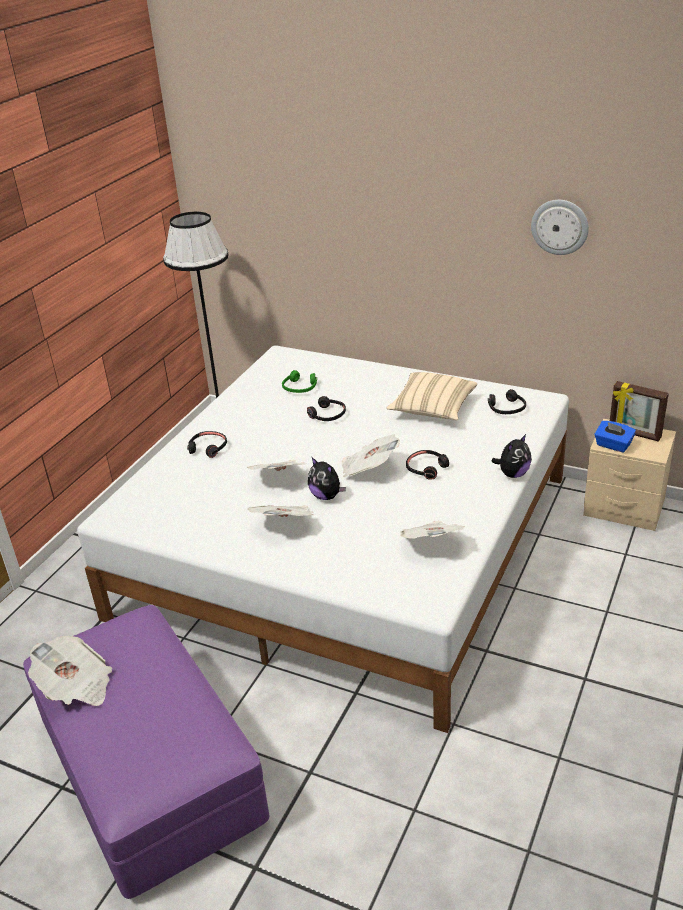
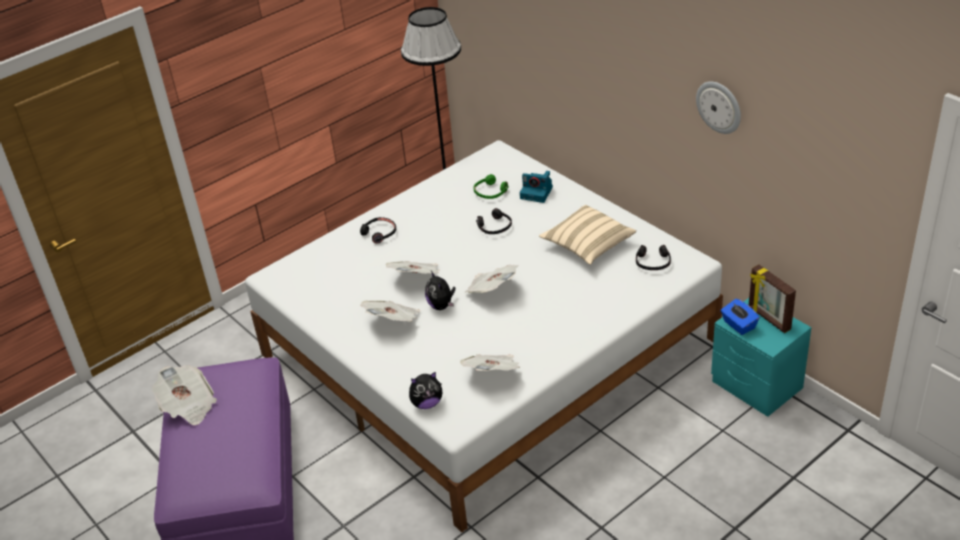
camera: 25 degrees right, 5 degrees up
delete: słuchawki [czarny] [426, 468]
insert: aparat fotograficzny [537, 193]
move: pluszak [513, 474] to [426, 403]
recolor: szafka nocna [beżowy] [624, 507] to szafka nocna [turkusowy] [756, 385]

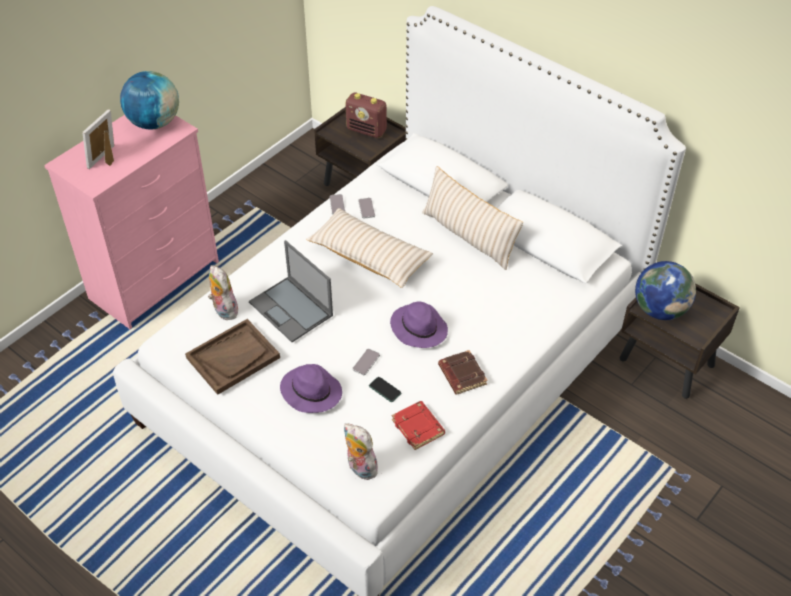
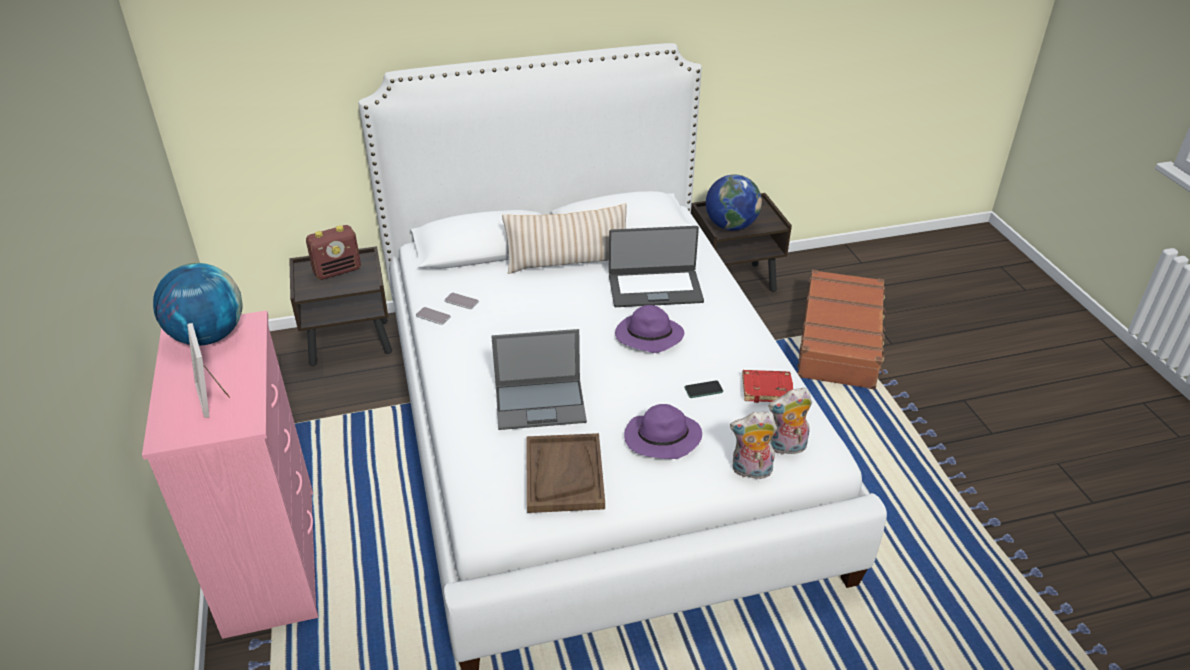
camera: 55 degrees left, 10 degrees down
delete: poduszka [beżowy] [369, 256]; telefon [366, 362]; książka [brązowy] [461, 375]
insert: laptop [655, 288]; walizka [brązowy] [840, 341]
move: pluszak [223, 310] to [750, 471]

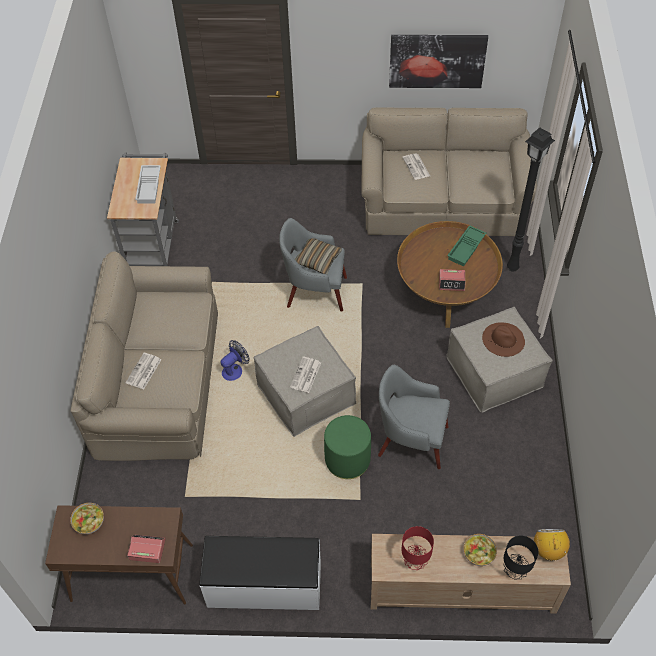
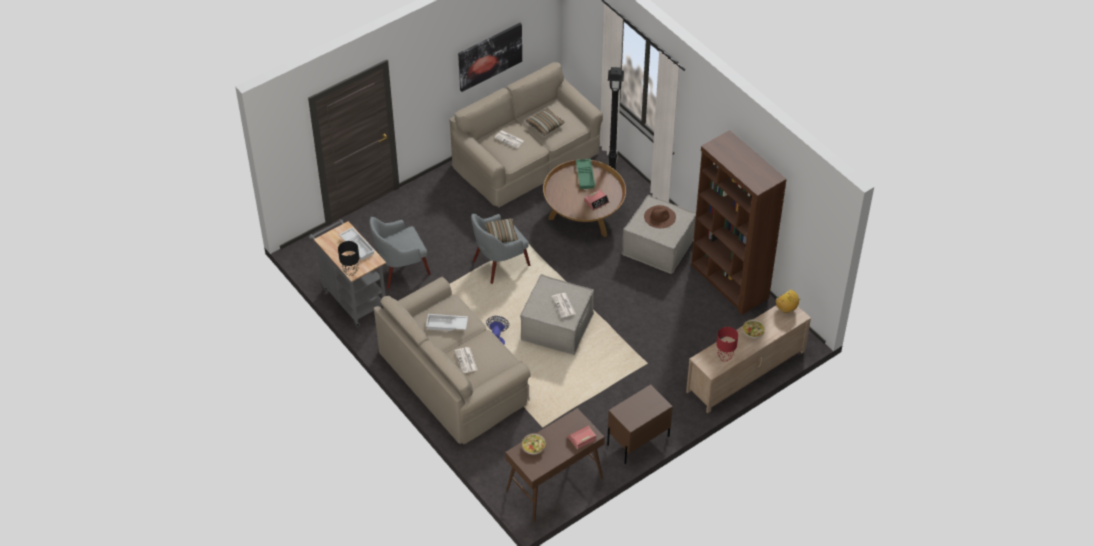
camera: 40 degrees left, 5 degrees down
delete: pufa [zielony] [347, 460]
insert: taca [biały] [446, 325]; poduszka [545, 125]; regał [brązowy] [729, 282]
move: fotel [szary] [410, 440] to [400, 269]; lampa stołowa [czarny] [514, 572] to [350, 272]
replace: ławka [biały] [264, 585] to szafka nocna [brązowy] [638, 440]

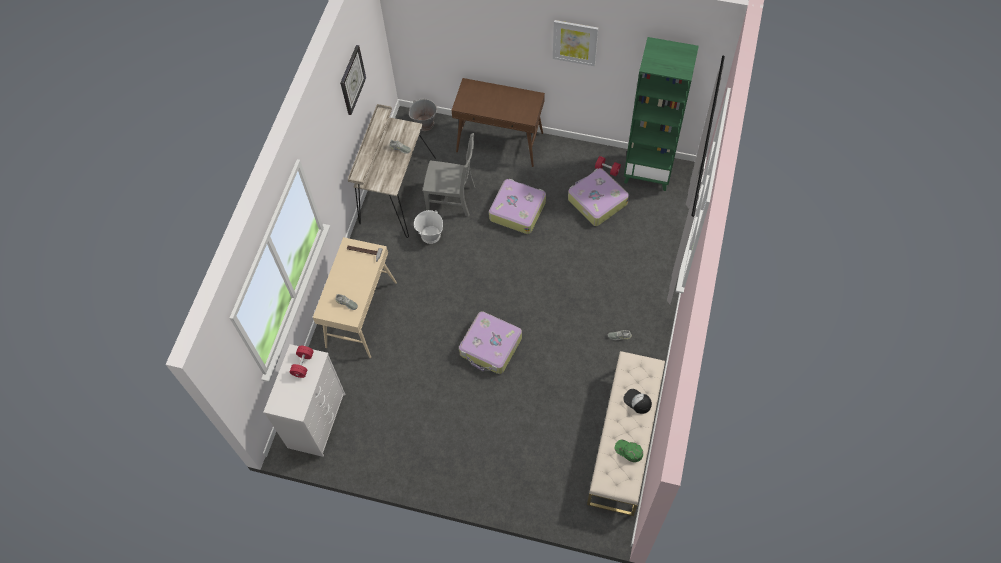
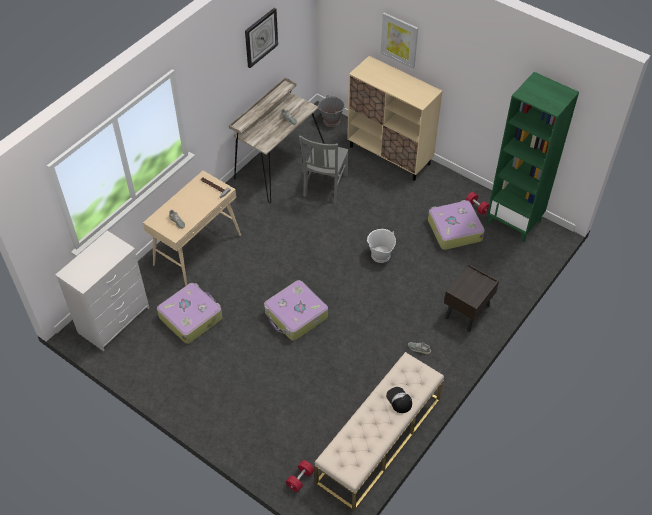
camera: 20 degrees right, 10 degrees down
delete: czapka z daszkiem [zielony] [628, 451]
insert: szafka nocna [brązowy] [467, 312]
move: hantel [czerwony] [303, 364] to [300, 479]; wiadro [biały] [430, 235] to [380, 255]; walizka [517, 210] to [191, 317]; obraz [575, 42] to [399, 40]
replace: stolik konsolowy [brązowy] [500, 142] to szafka [beżowy] [390, 155]
rotate: krzesło [szary] [453, 199] = [324, 186] 75 degrees clockwise

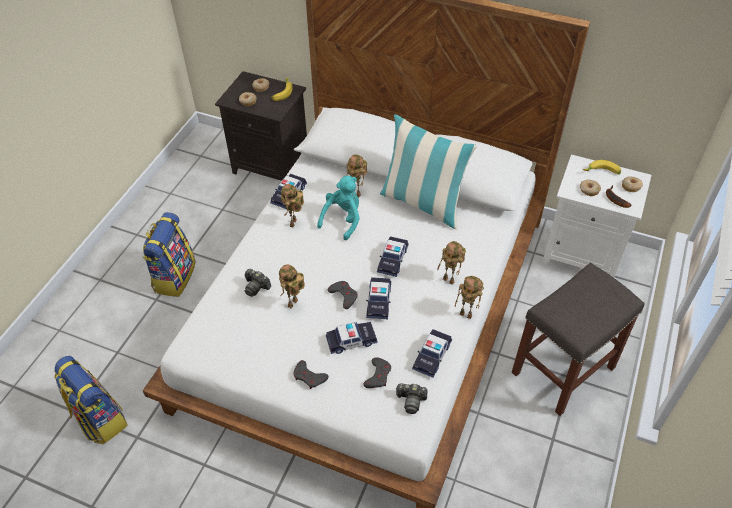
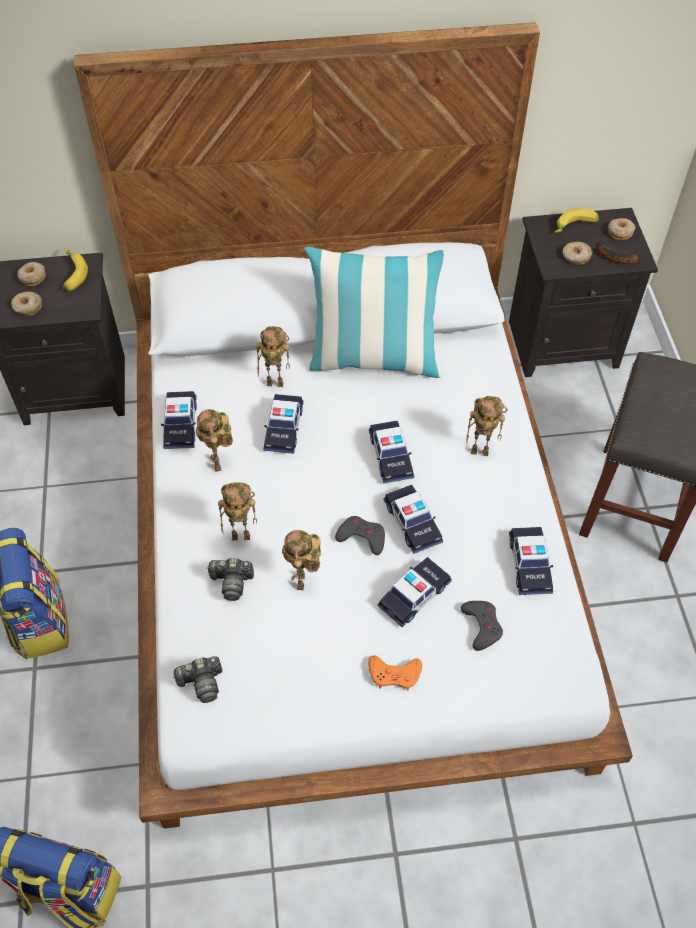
camera: 30 degrees left, 5 degrees up
move: aparat fotograficzny [411, 401] to [202, 683]; robot zabawkowy [467, 314] to [242, 535]
replace: pluszak [turkusowy] [343, 219] to samochodzik [284, 428]
recolor: pad do gier [szary] [309, 377] to pad do gier [pomarańczowy] [394, 674]; szafka nocna [biały] [583, 254] to szafka nocna [czarny] [564, 342]

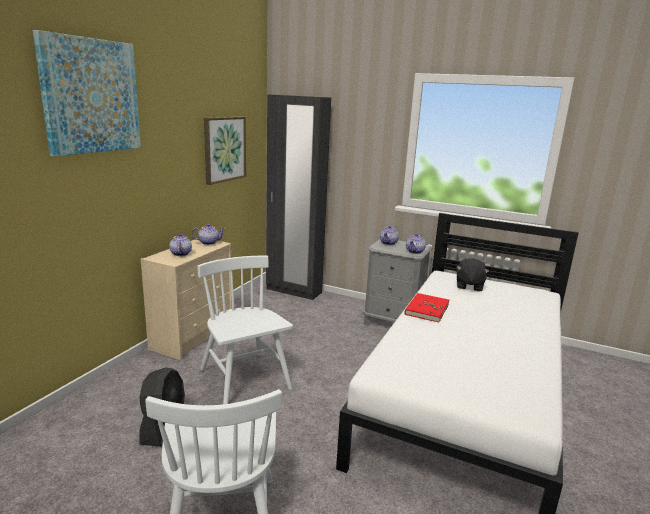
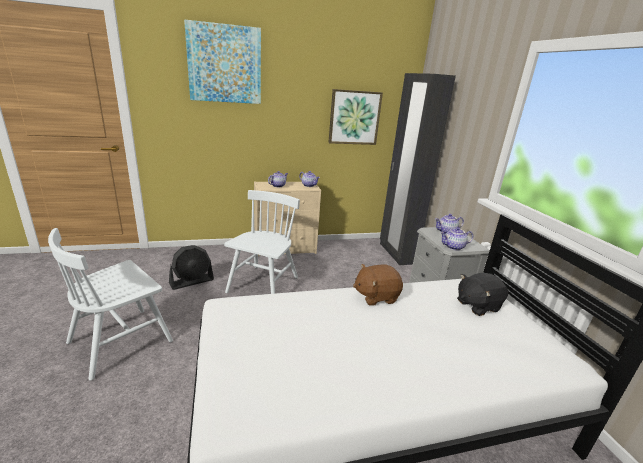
camera: 50 degrees right, 5 degrees up
replace: książka [czerwony] [426, 309] to pluszak [brązowy] [376, 296]

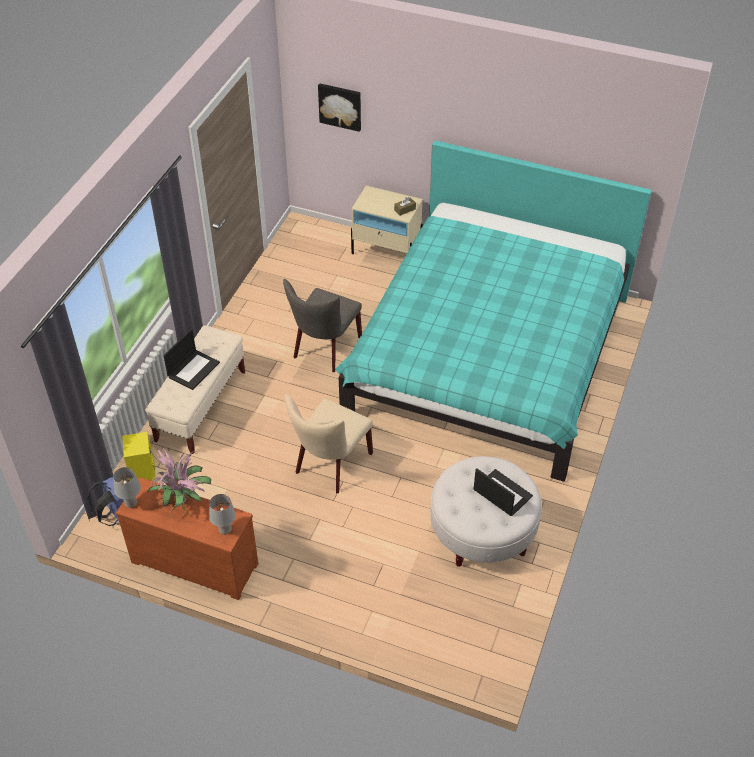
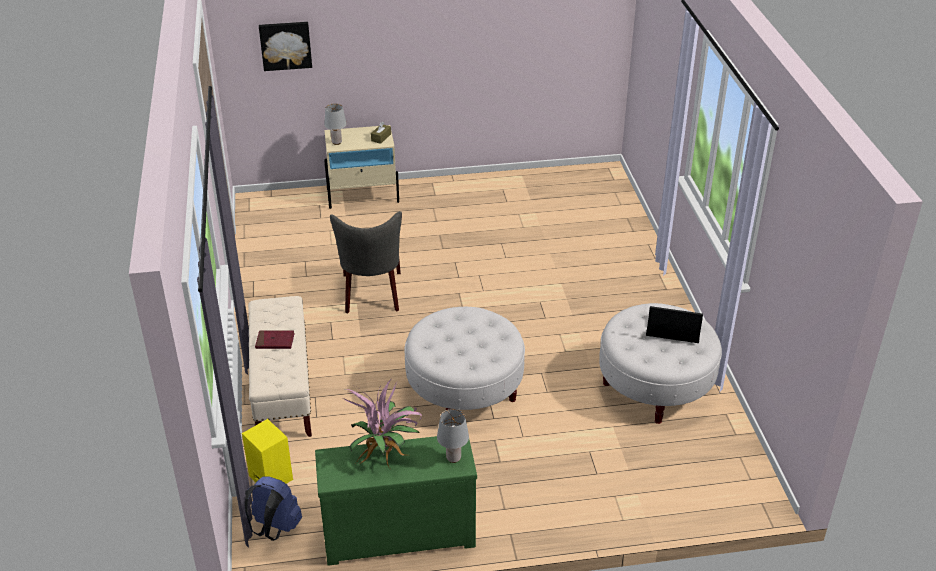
camera: 30 degrees left, 10 degrees down
delete: łóżko [turkusowy] [488, 355]
move: lampa stołowa [szary] [131, 503] to [336, 142]
replace: laptop [193, 369] to książka [czerwony] [275, 341]; krzesło [beżowy] [330, 465] to pufa [biały] [464, 390]
recolor: komoda [brązowy] [196, 560] to komoda [zielony] [398, 531]

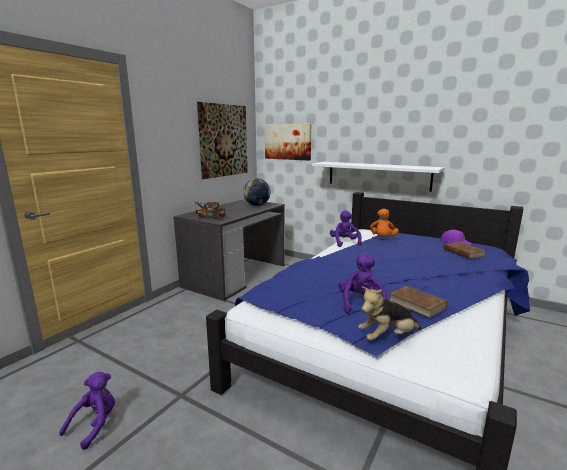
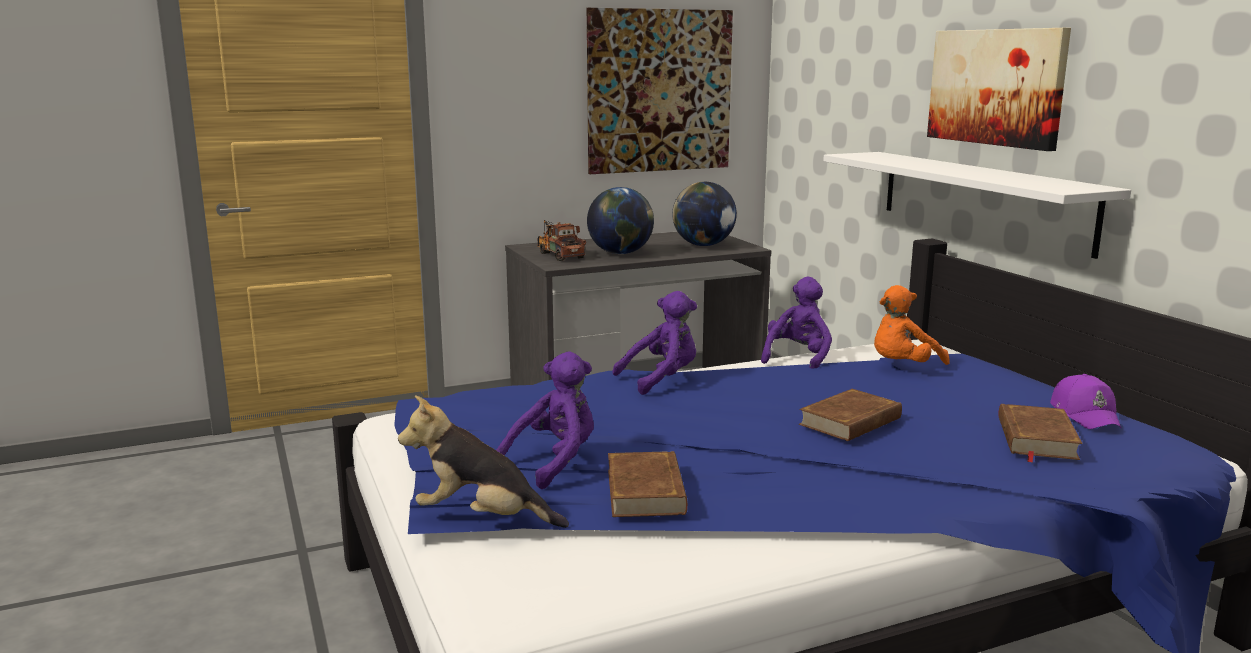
camera: 35 degrees right, 0 degrees up
insert: globus [621, 253]; książka [brązowy] [851, 421]
move: pluszak [fioletowy] [95, 424] to [662, 379]; obraz [288, 141] to [996, 87]

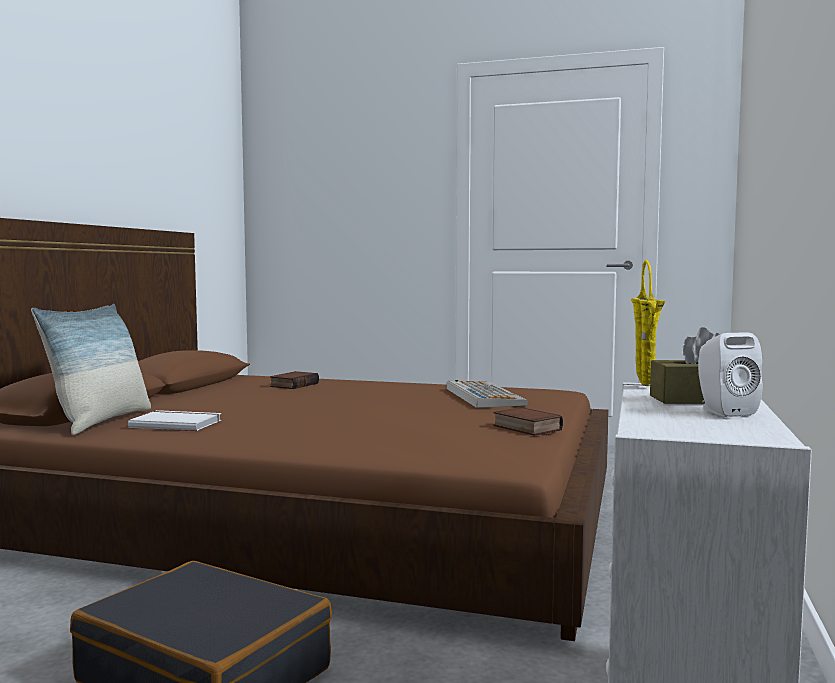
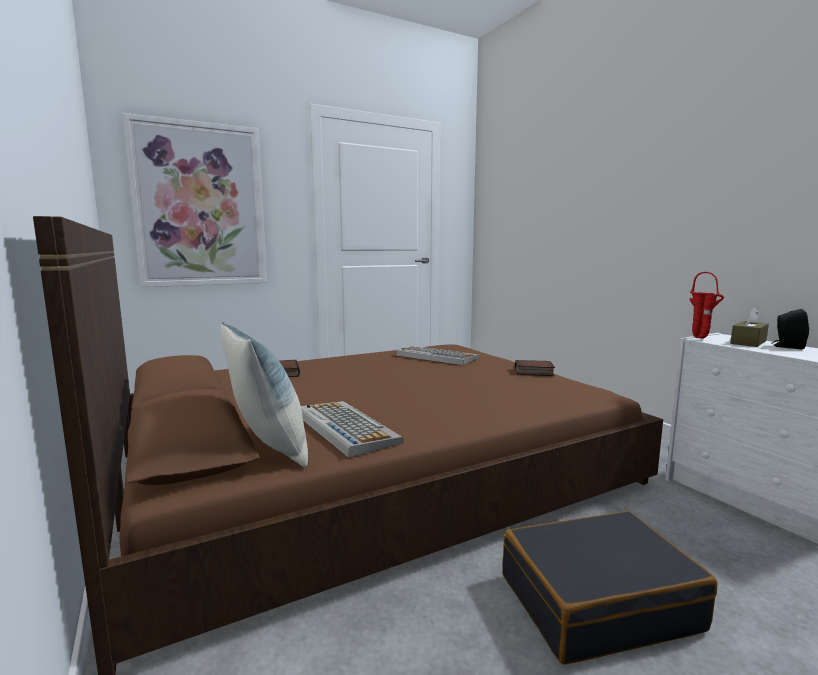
camera: 45 degrees left, 5 degrees up
insert: obraz [200, 205]
replace: książka [biały] [176, 424] to klawiatura [344, 428]
recolor: wazon [żółty] [646, 386] to wazon [czerwony] [701, 338]; głośnik [biały] [723, 412] to głośnik [czarny] [787, 347]

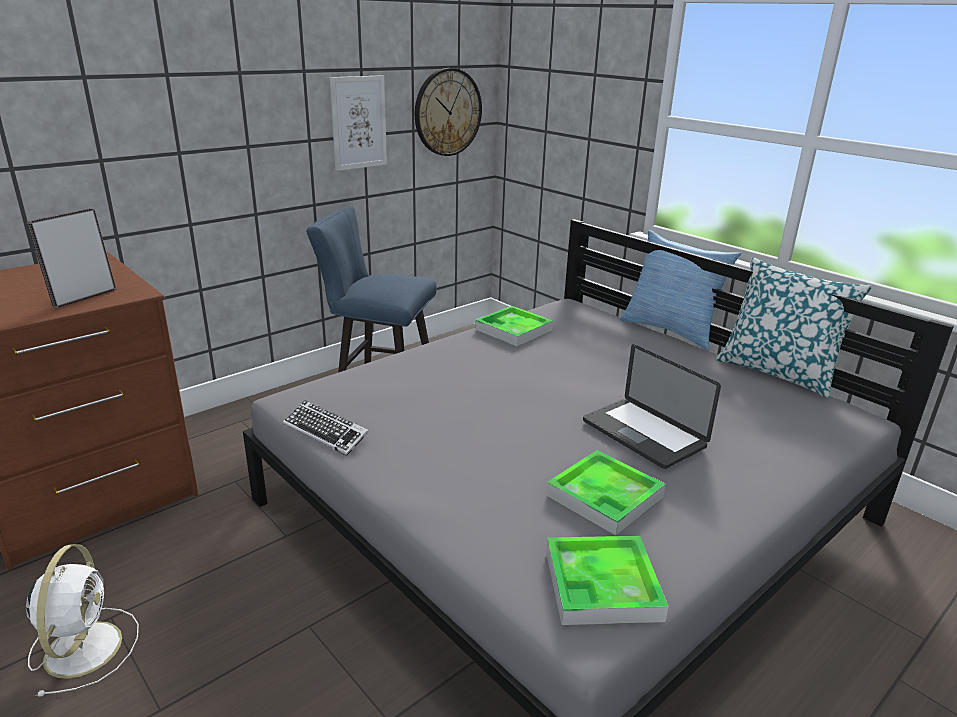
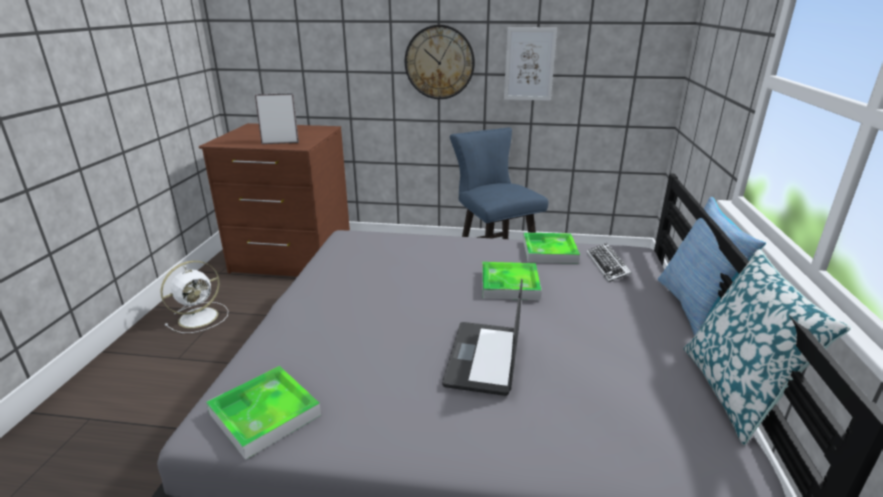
camera: 50 degrees right, 0 degrees up
move: klawiatura [326, 432] to [607, 266]; zegar ścienny [447, 112] to [439, 62]; taca [604, 496] to [509, 284]

